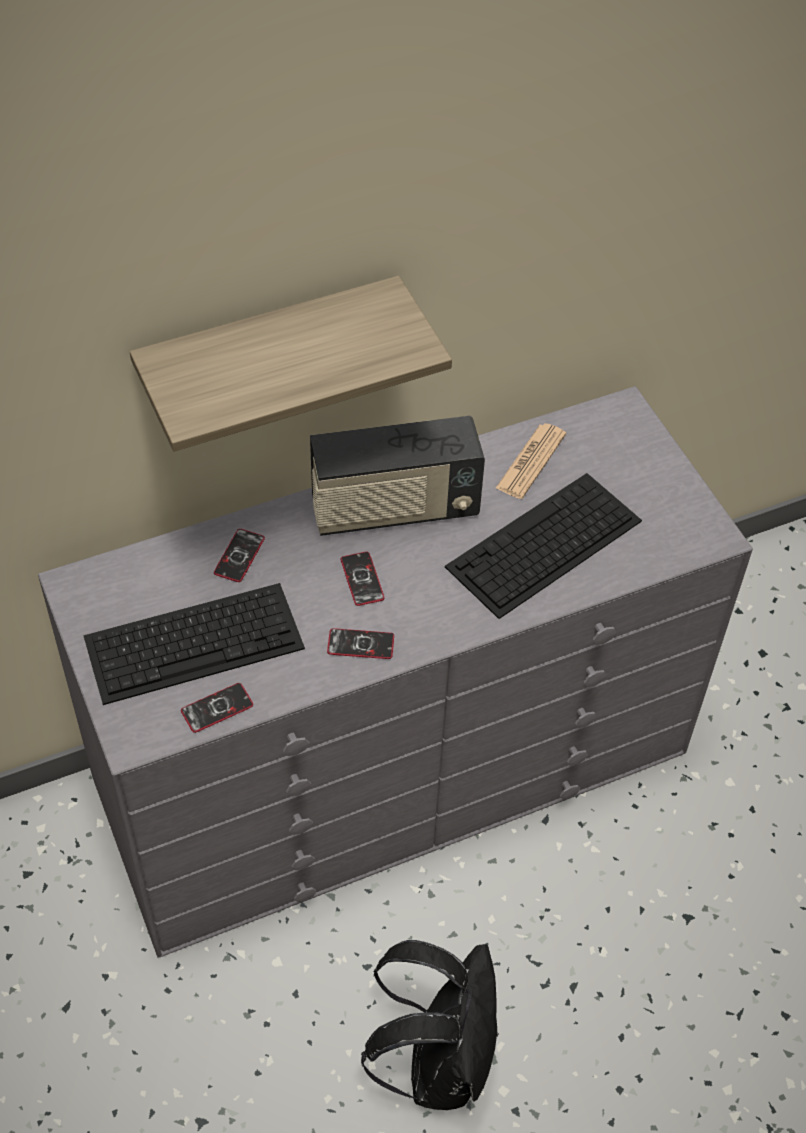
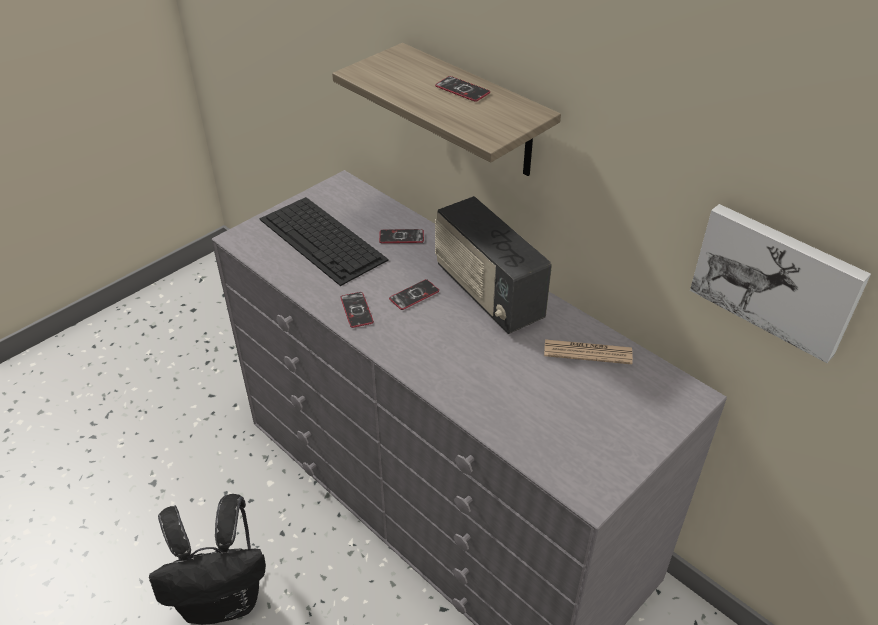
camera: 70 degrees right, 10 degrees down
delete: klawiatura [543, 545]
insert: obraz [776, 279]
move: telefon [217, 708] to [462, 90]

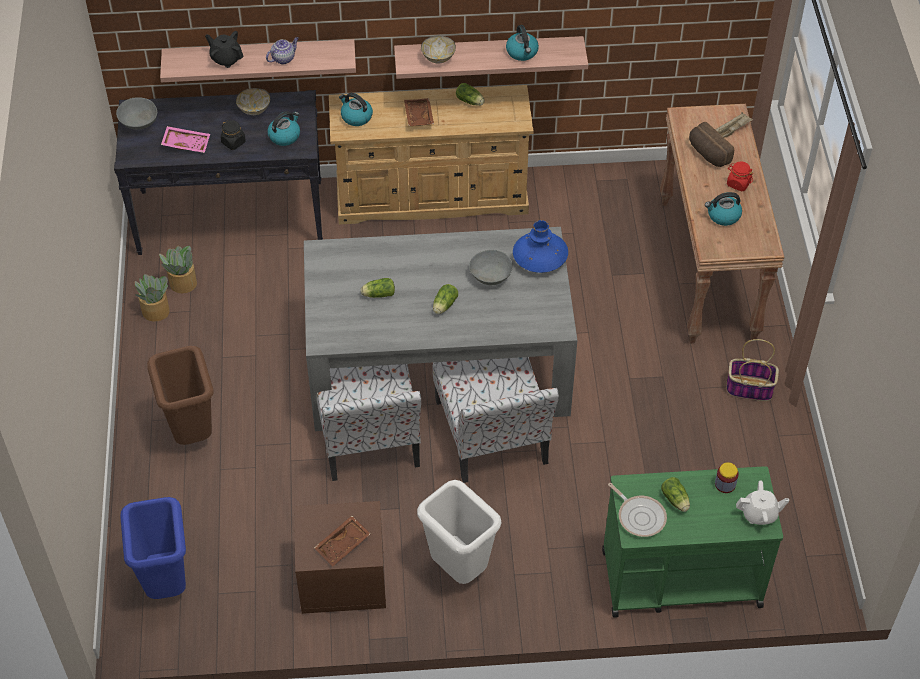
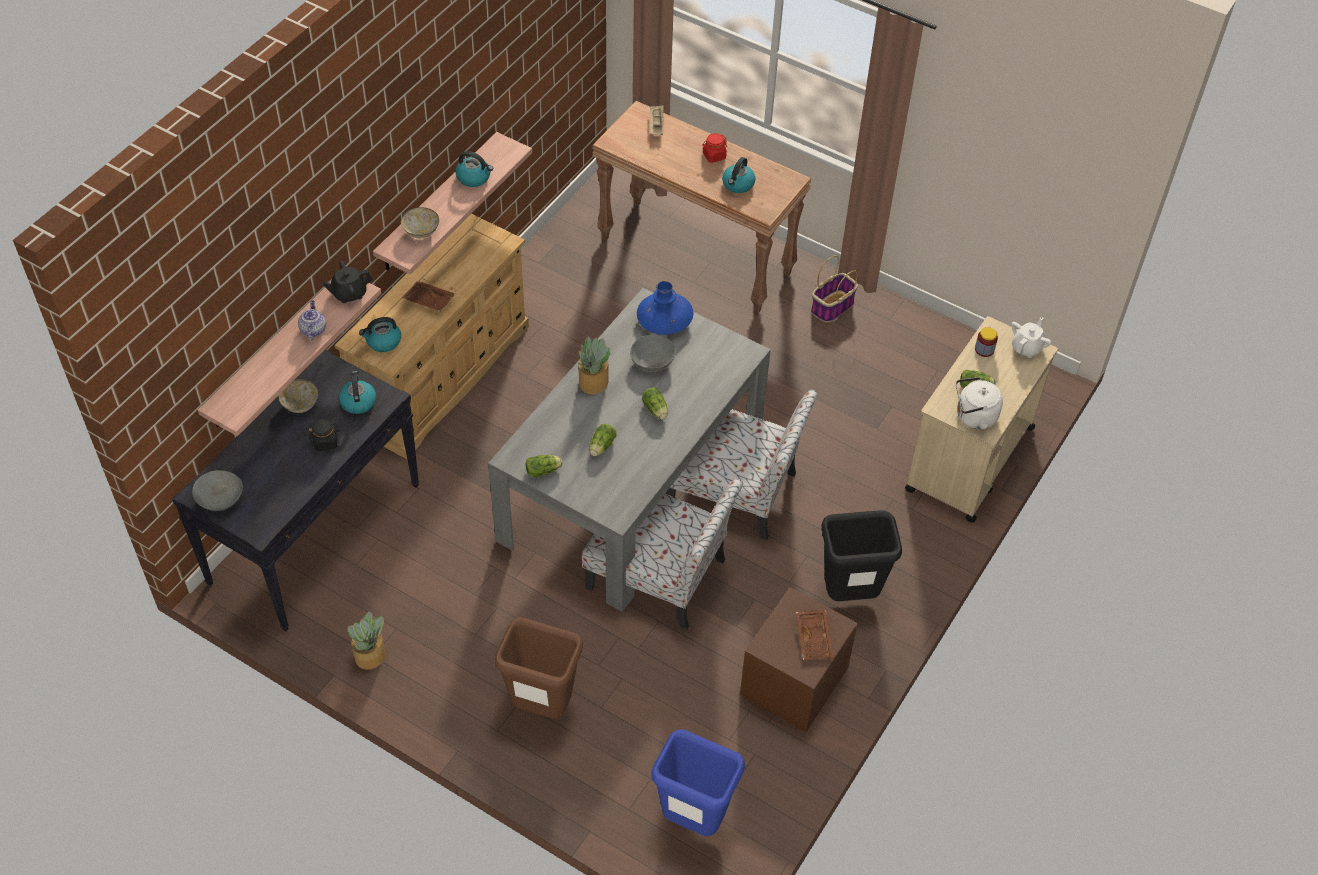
camera: 55 degrees left, 0 degrees up
delete: taca [różowy] [186, 143]; chleb [708, 154]
move: roślina doniczkowa [182, 283] to [593, 383]; imbryk [czarny] [226, 59] to [349, 293]; sałata [470, 101] to [544, 470]
replace: patelnia [640, 516] to czajnik [biały] [973, 417]
recolor: kosz na śmieci [biały] [459, 570] to kosz na śmieci [czarny] [850, 595]; wózek [zielony] [680, 577] to wózek [beżowy] [969, 459]

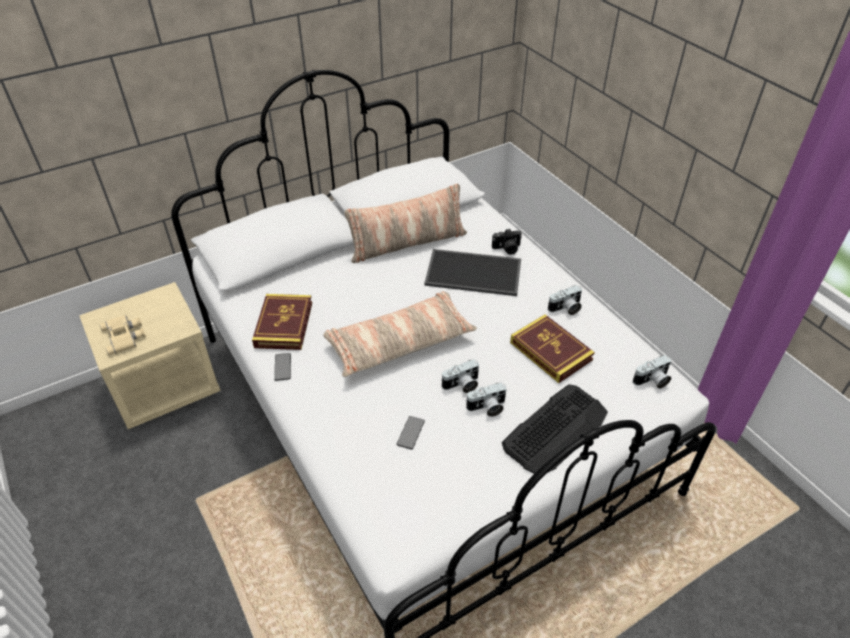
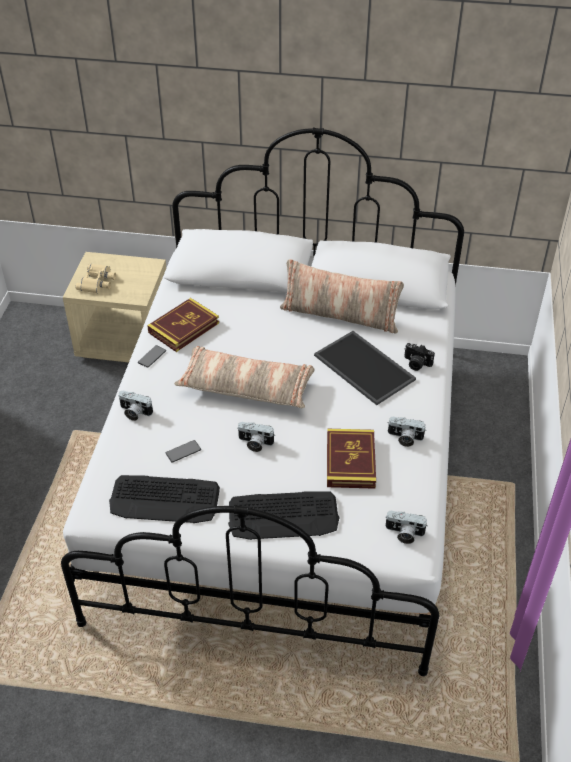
camera: 40 degrees right, 0 degrees up
insert: klawiatura [165, 499]
move: aparat fotograficzny [487, 408] to [134, 412]

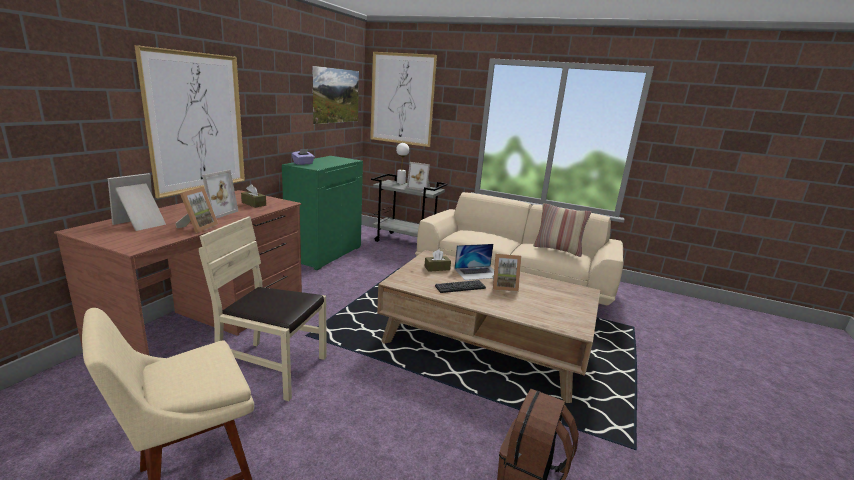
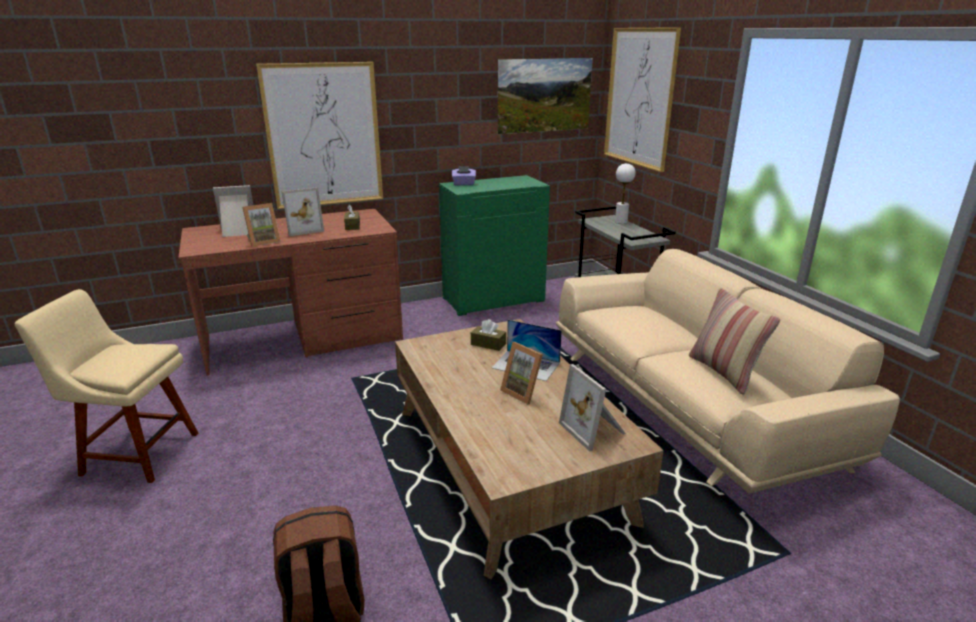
camera: 45 degrees right, 5 degrees up
delete: krzesło [beżowy] [272, 368]; klawiatura [460, 287]
move: ramka na zdjęcie [419, 187] to [594, 429]

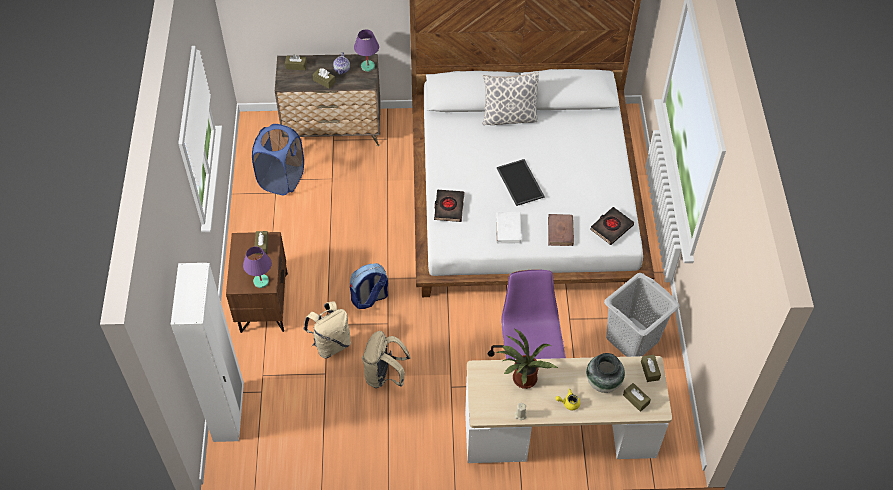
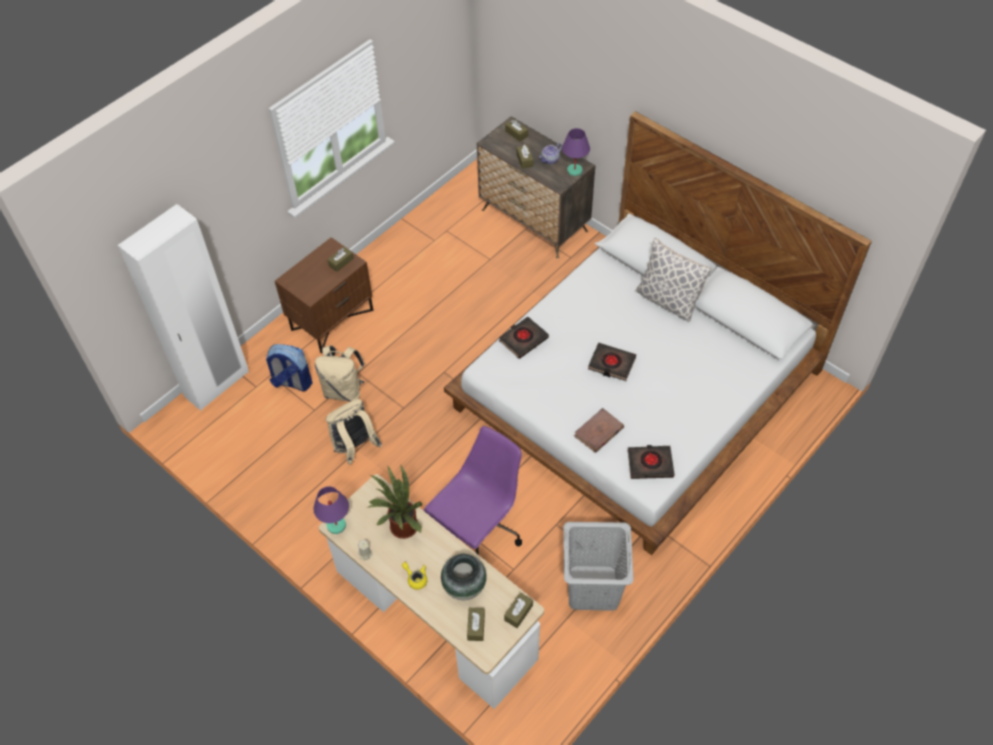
camera: 45 degrees right, 0 degrees up
delete: kosz na pranie [niebieski] [282, 179]; książka [biały] [508, 229]
move: lampa stołowa [fioletowy] [261, 282] to [336, 525]; plecak [369, 298] to [292, 382]
replace: taca [521, 182] to książka [czarny] [611, 364]

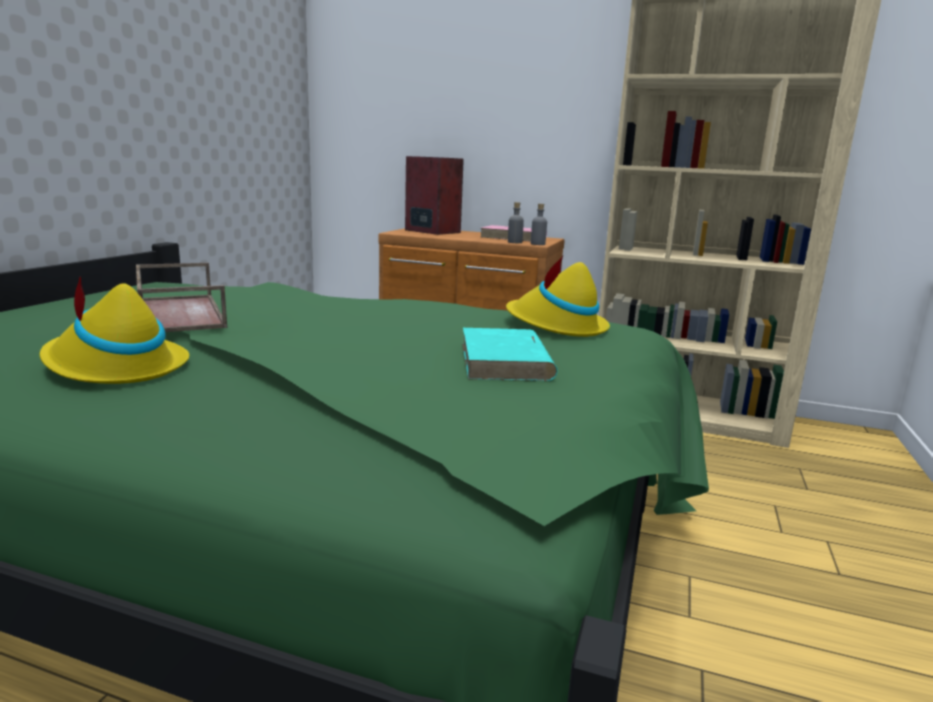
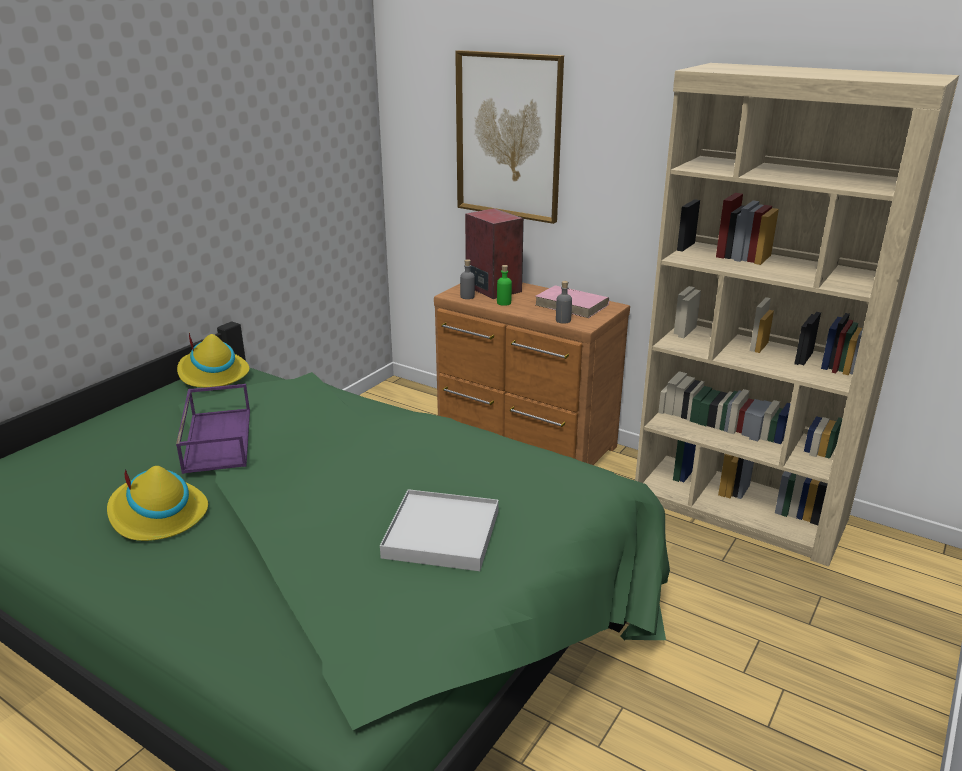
camera: 15 degrees right, 10 degrees up
insert: obraz [508, 136]; butelka [zielony] [504, 303]
move: kapelusz [żółty] [555, 326] to [212, 374]; butelka [szary] [537, 244] to [467, 296]
replace: książka [turkusowy] [505, 361] to taca [biały] [441, 534]
recolor: taca [brązowy] [178, 313] to taca [fioletowy] [216, 439]

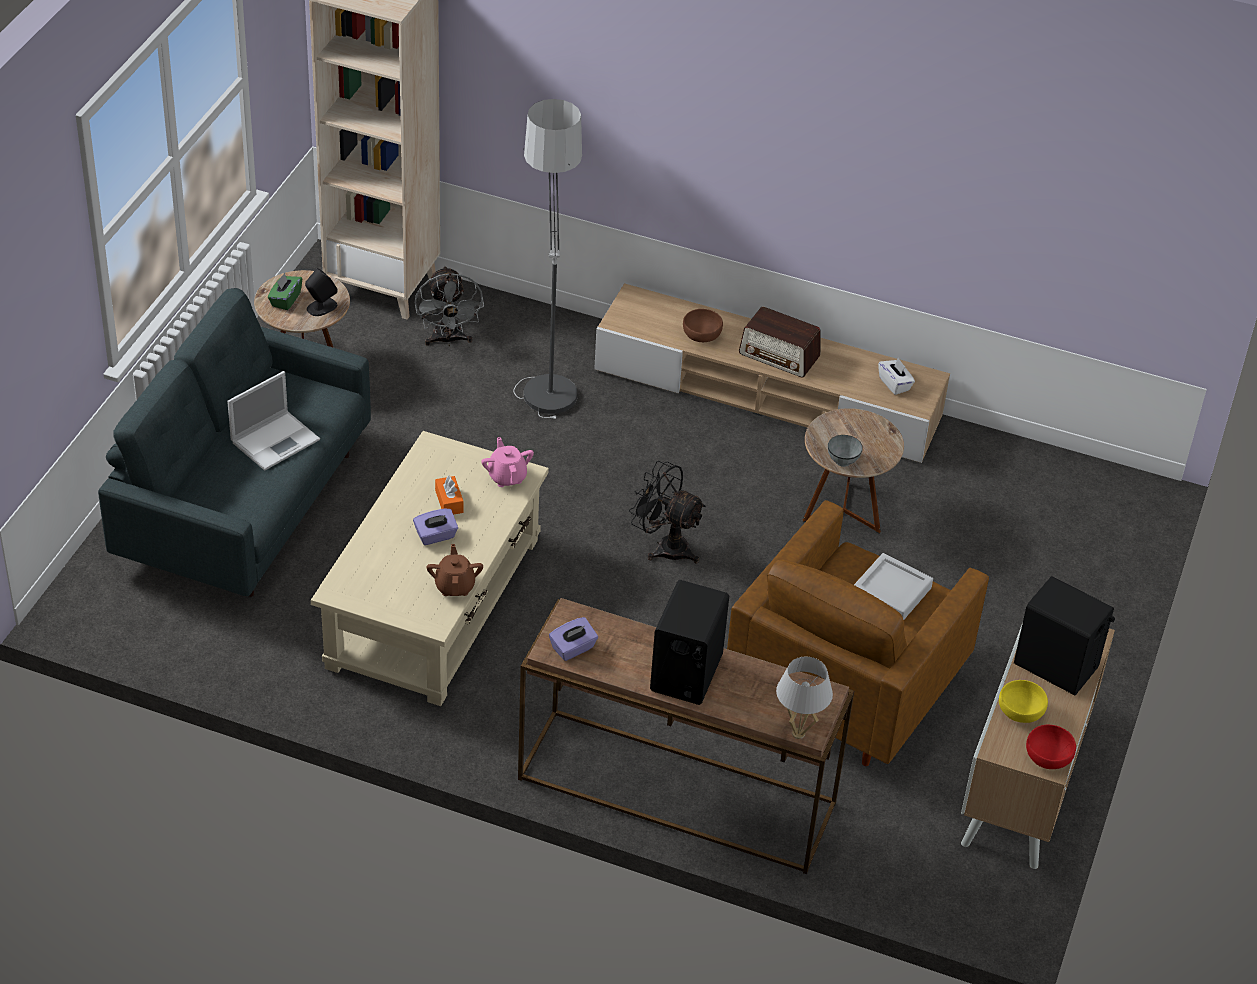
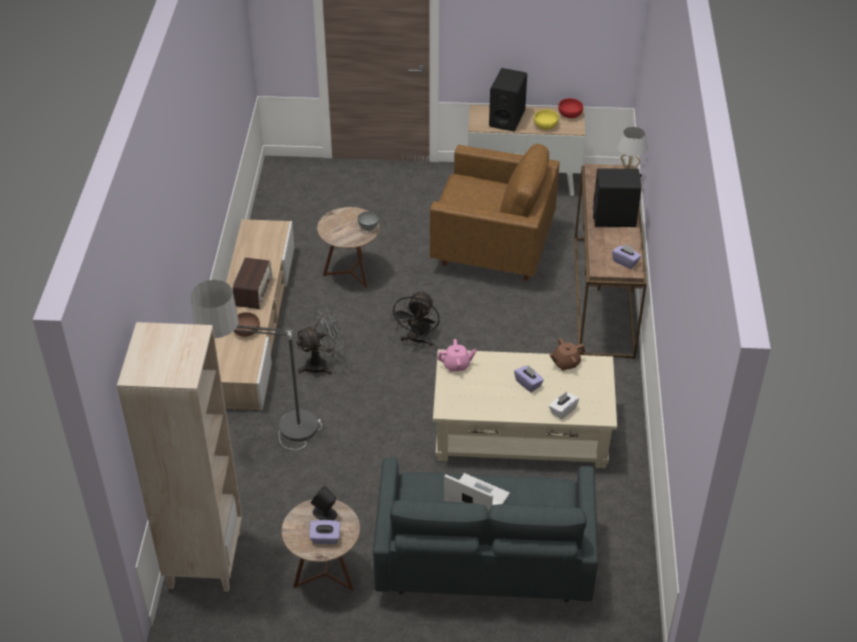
camera: 105 degrees left, 0 degrees up
delete: pudełko chusteczek [pomarańczowy] [449, 502]; taca [szary] [891, 592]
move: wentylator [szary] [448, 340] to [322, 364]; pudełko chusteczek [biały] [895, 384] to [563, 410]
recolor: pudełko chusteczek [zielony] [285, 300] to pudełko chusteczek [fioletowy] [325, 538]
rotate: imbryk [różowy] [507, 476] = [456, 365] 150 degrees counterclockwise

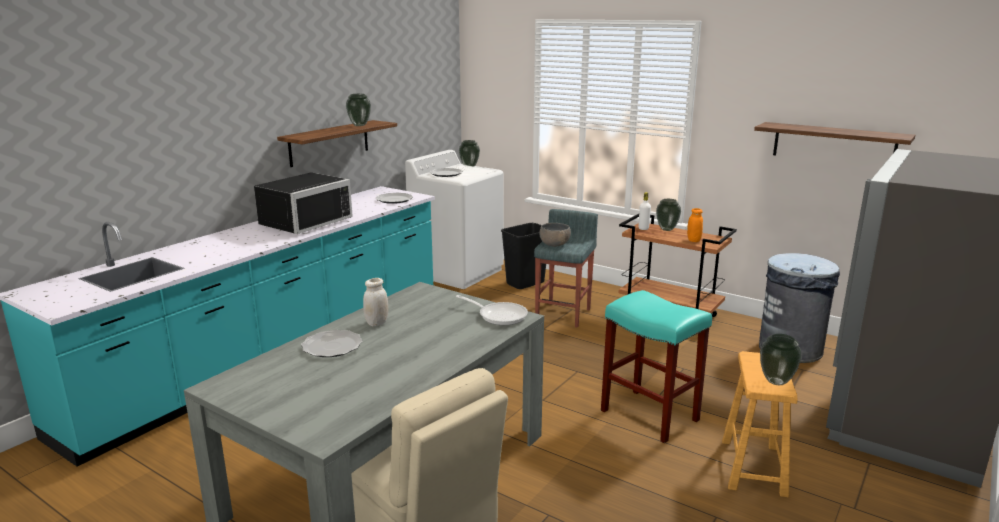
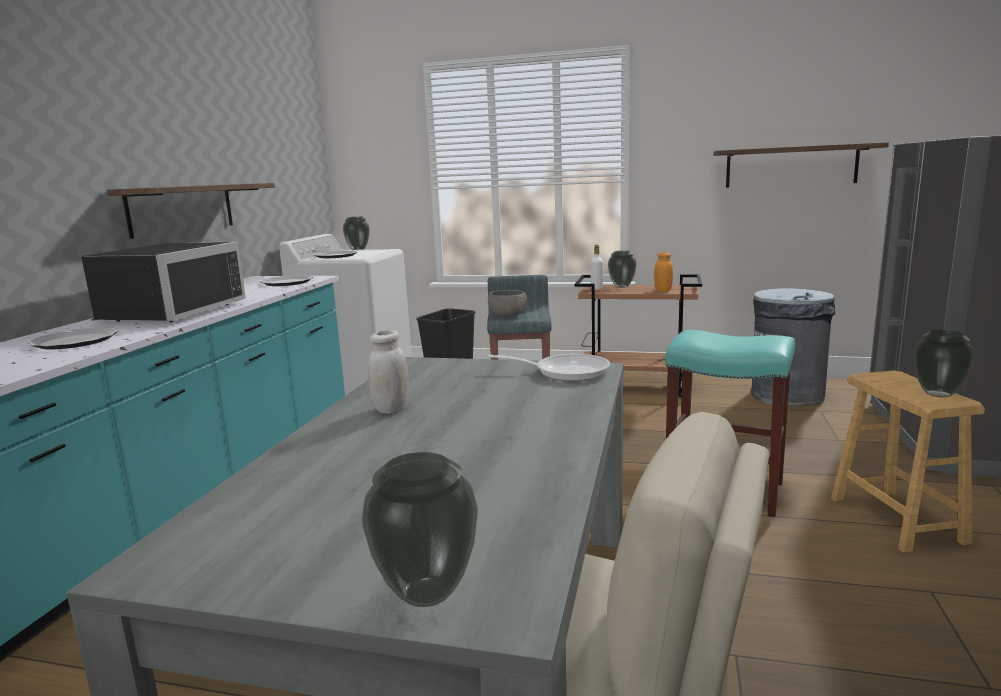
camera: 20 degrees left, 5 degrees down
move: talerz [332, 346] to [75, 341]; wazon [360, 125] to [427, 592]

